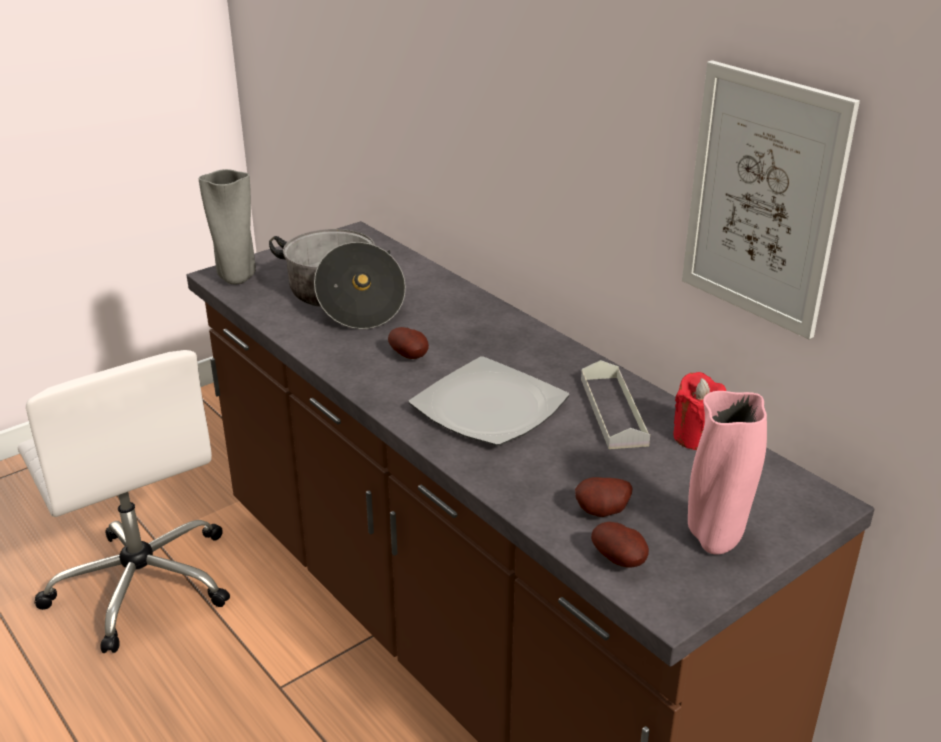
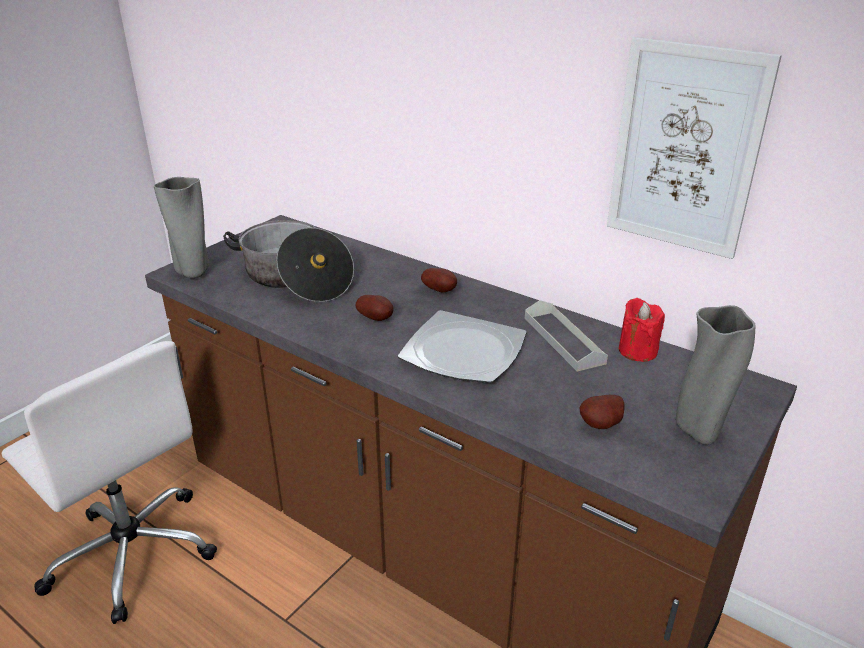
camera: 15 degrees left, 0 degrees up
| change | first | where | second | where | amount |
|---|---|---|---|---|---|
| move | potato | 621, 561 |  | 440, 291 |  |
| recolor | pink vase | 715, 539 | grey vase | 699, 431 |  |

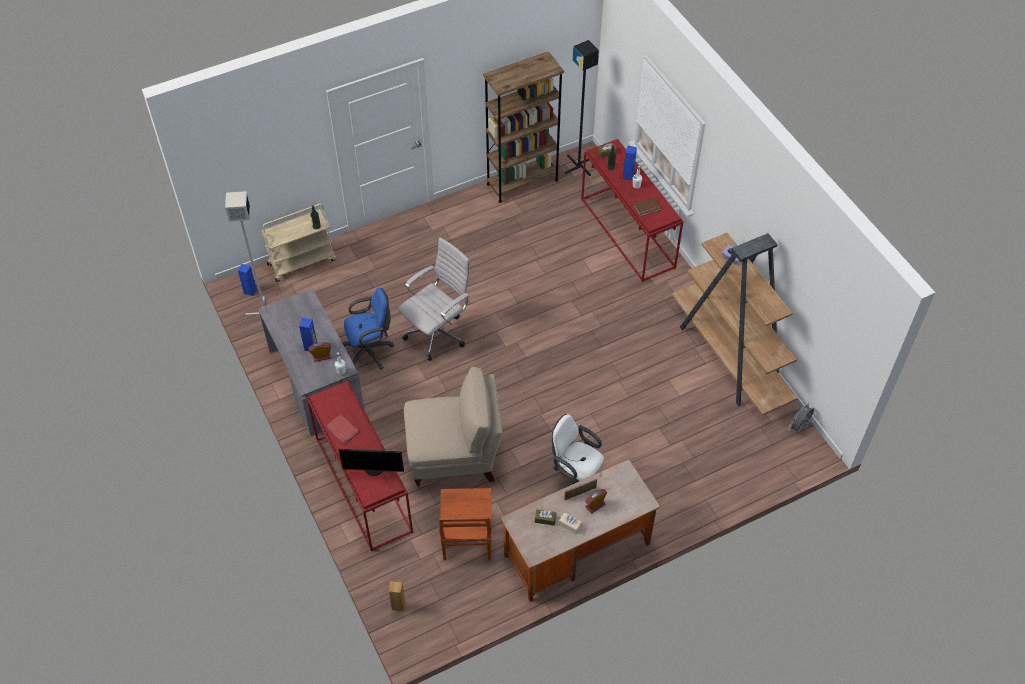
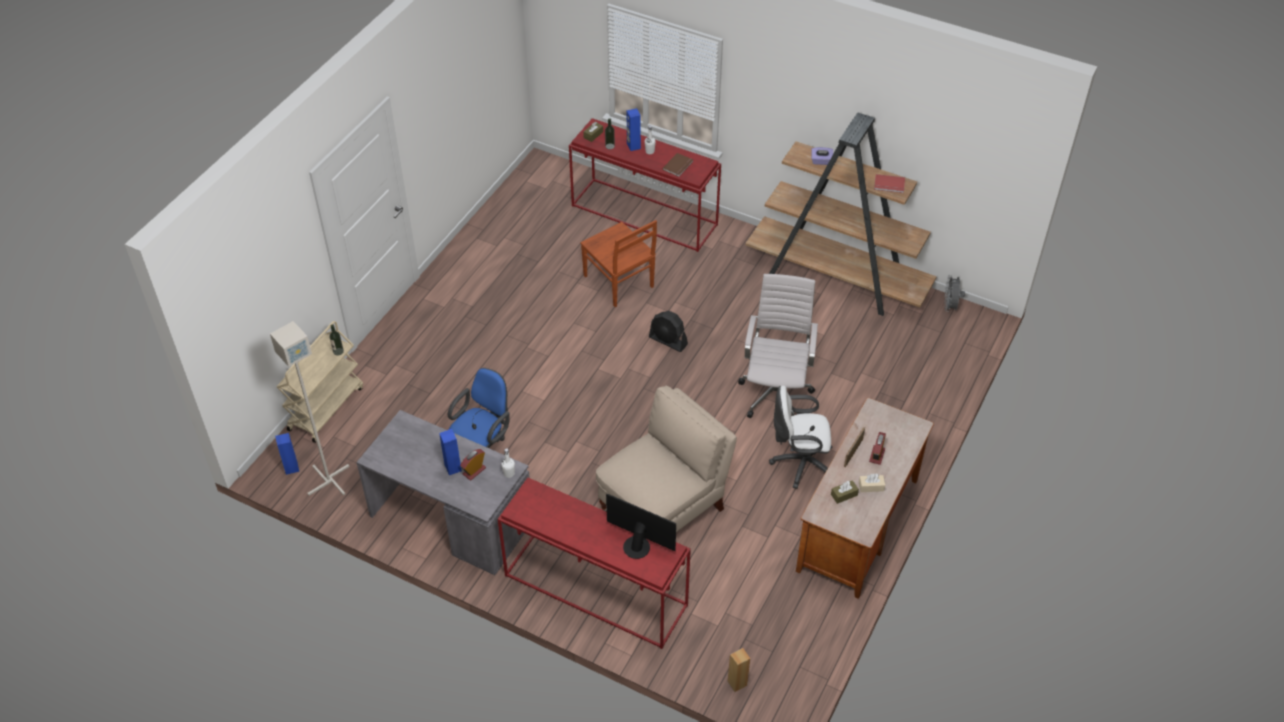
camera: 35 degrees left, 5 degrees down
| change | first | where | second | where | amount |
|---|---|---|---|---|---|
| delete | brown bookcase | 522, 182 |  |  |  |
| delete | black floor lamp | 579, 165 |  |  |  |
| insert |  |  | black fan | 668, 341 |  |
| move | red book | 341, 430 |  | 889, 185 |  |
| move | white office chair | 438, 333 |  | 775, 393 |  |
| move | brown chair | 466, 537 |  | 619, 282 |  |
| rotate | monitor | 374, 468 |  | 638, 545 | 120 degrees counterclockwise |

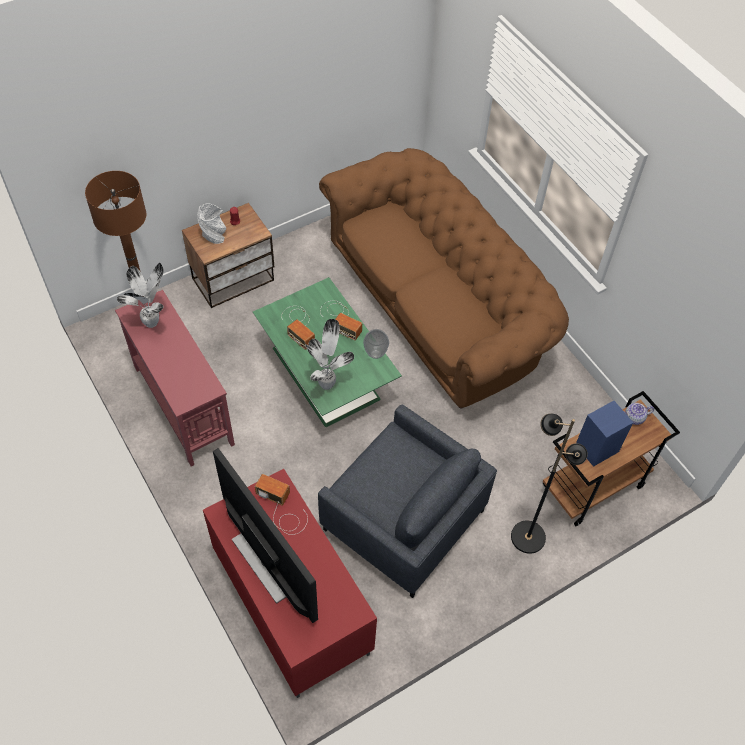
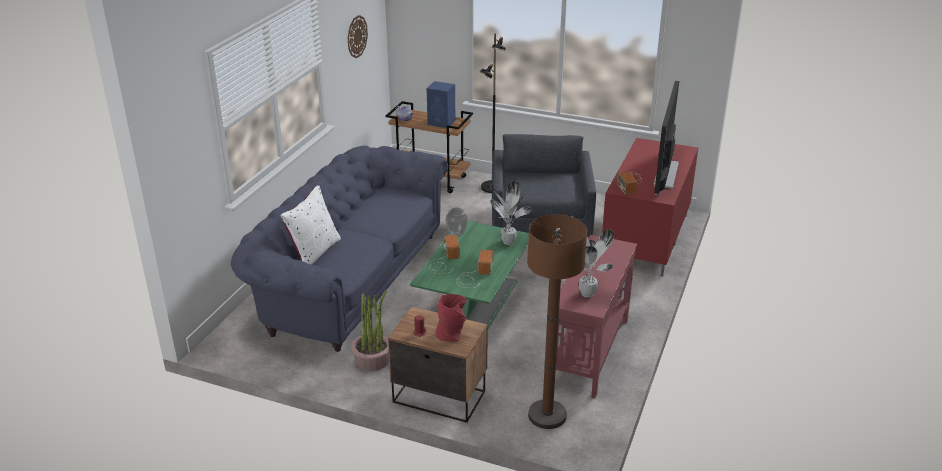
camera: 125 degrees left, 25 degrees down
| change | first | where | second | where | amount |
|---|---|---|---|---|---|
| insert |  |  | white pillow | 314, 252 |  |
| insert |  |  | wall clock | 356, 36 |  |
| insert |  |  | potted plant | 372, 360 |  |
| recolor | grey vase | 214, 236 | red vase | 451, 334 |  |
| recolor | brown sofa | 438, 306 | blue sofa | 348, 280 |  |

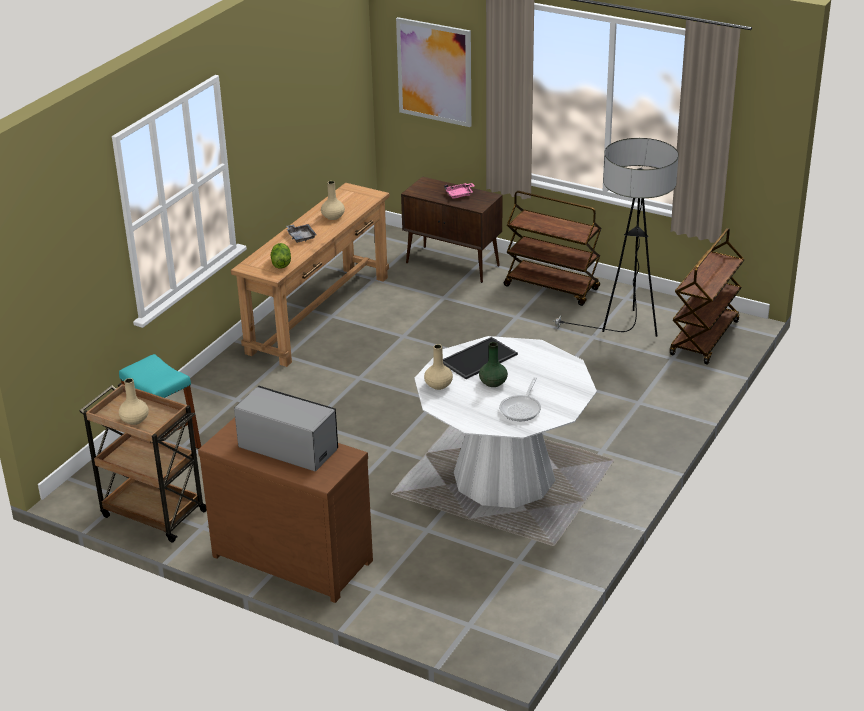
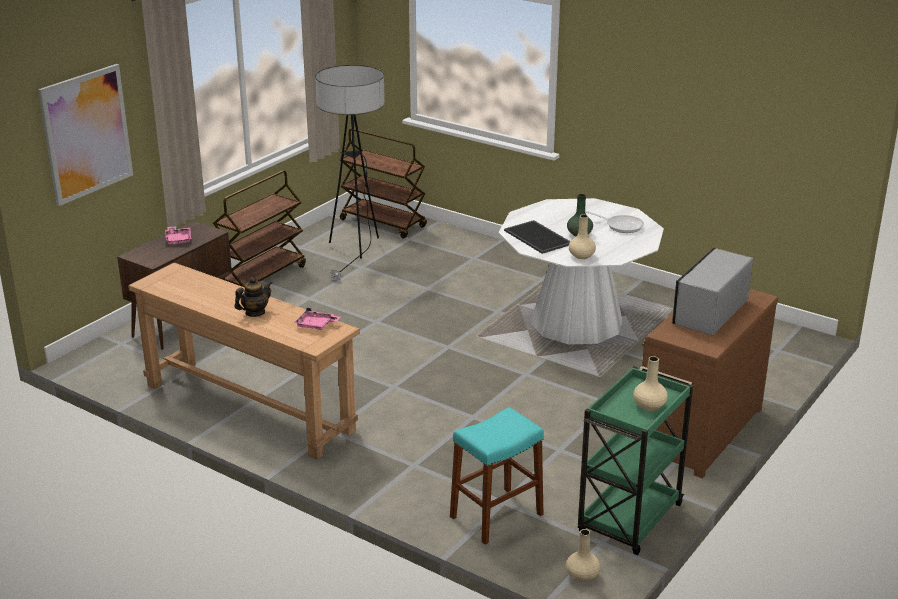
camera: 85 degrees left, 5 degrees down
| change | first | where | second | where | amount |
|---|---|---|---|---|---|
| move | beige vase | 333, 217 |  | 582, 575 |  |
| replace | lettuce | 281, 264 | pink tray | 316, 325 |  |
| replace | grey tray | 301, 237 | teapot | 255, 313 |  |
| recolor | brown cart | 152, 513 | green cart | 629, 520 |  |

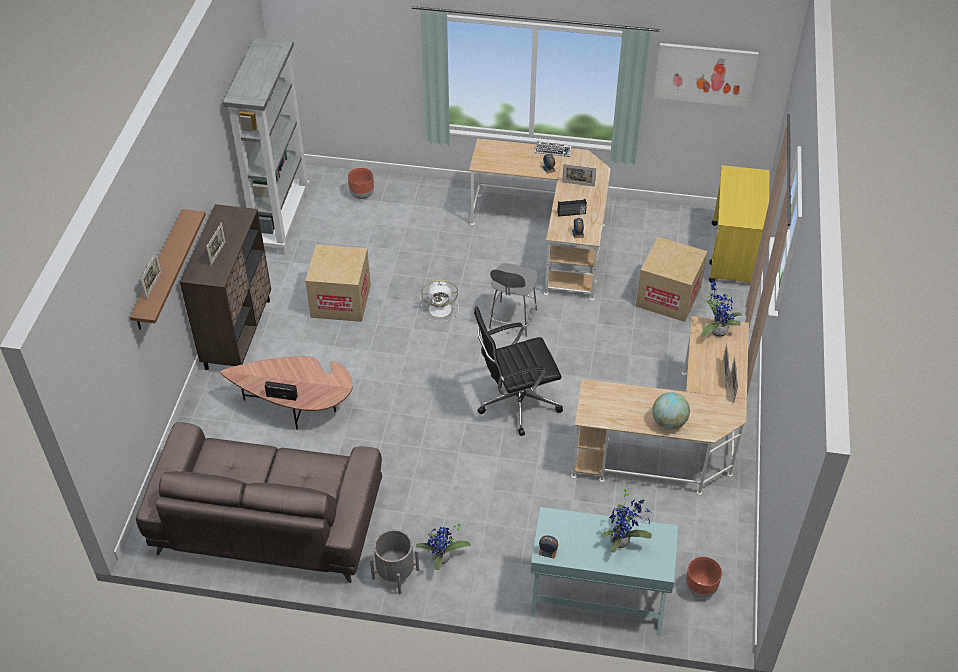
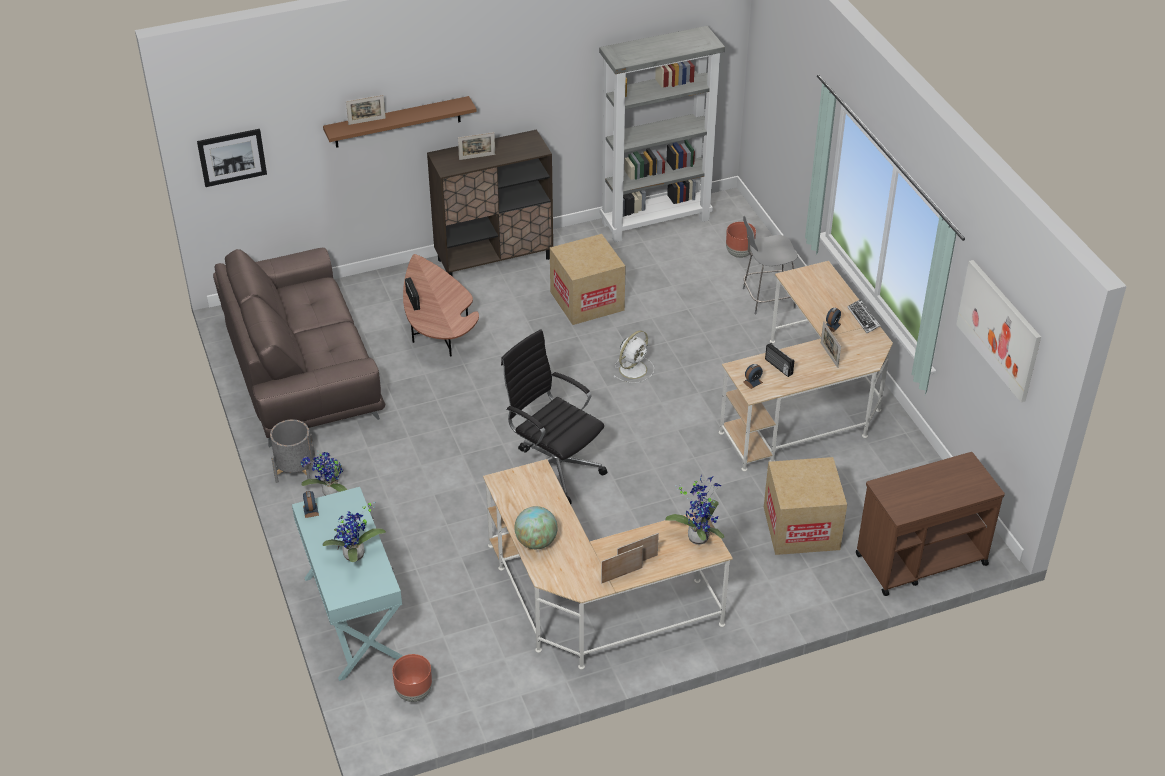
camera: 60 degrees right, 5 degrees down
| change | first | where | second | where | amount |
|---|---|---|---|---|---|
| insert |  |  | picture | 232, 157 |  |
| move | grey stool | 512, 320 |  | 766, 298 |  |
| recolor | yellow cart | 733, 255 | brown cart | 920, 559 |  |
| rotate | white fan | 441, 309 |  | 634, 369 | 105 degrees counterclockwise |

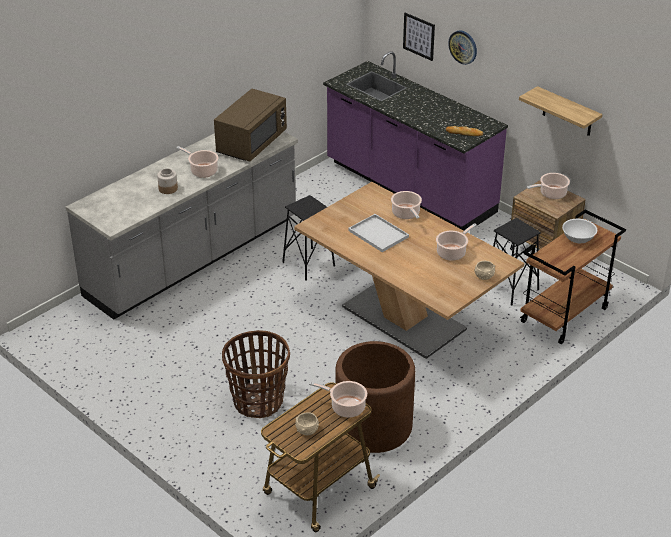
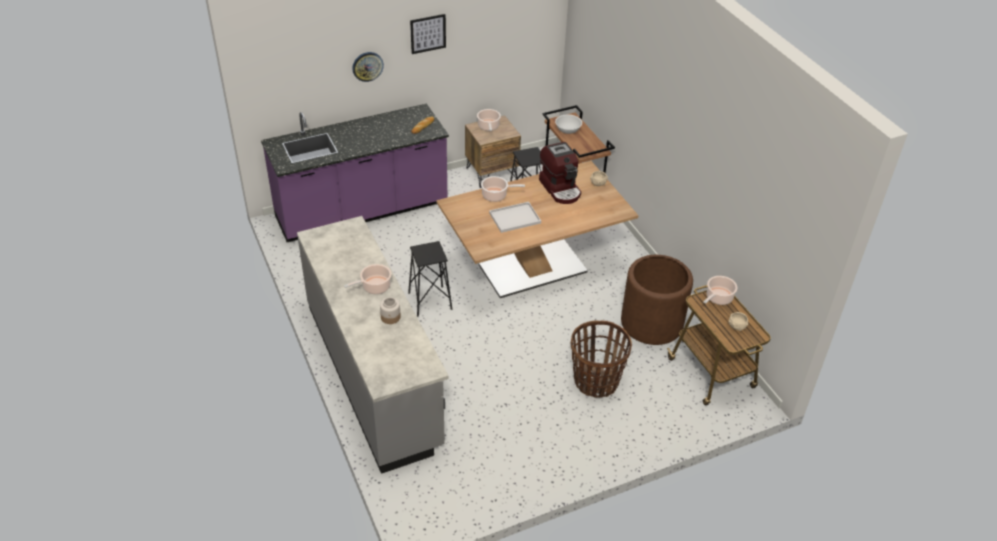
camera: 70 degrees left, 5 degrees up
| change | first | where | second | where | amount |
|---|---|---|---|---|---|
| delete | brown microwave | 251, 143 |  |  |  |
| delete | shelf | 567, 112 |  |  |  |
| move | picture | 419, 36 |  | 428, 33 |  |
| replace | cooking pot | 452, 252 | coffee machine | 561, 188 |  |

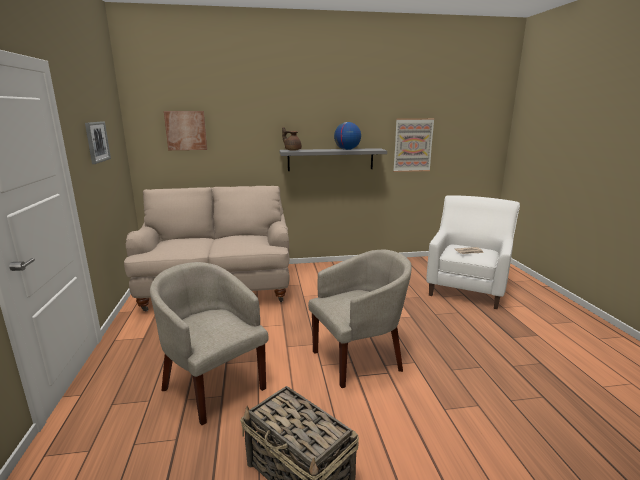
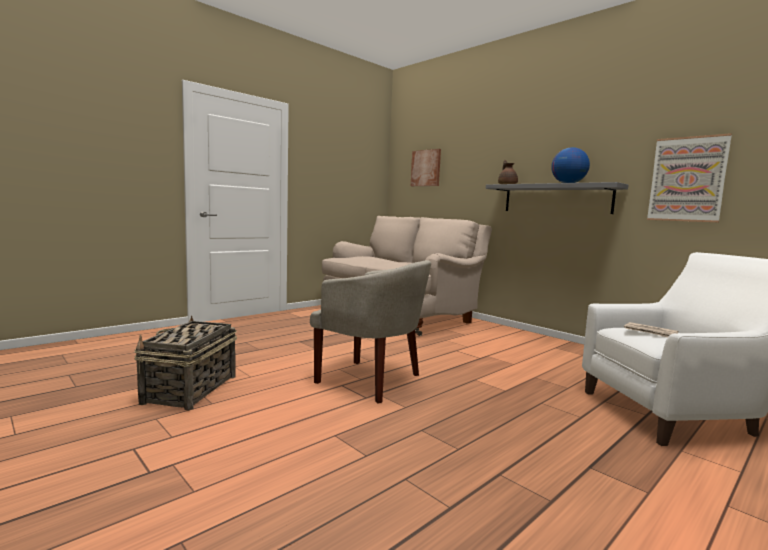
camera: 55 degrees right, 10 degrees down
| change | first | where | second | where | amount |
|---|---|---|---|---|---|
| delete | picture | 97, 142 |  |  |  |
| delete | beige armchair | 213, 385 |  |  |  |

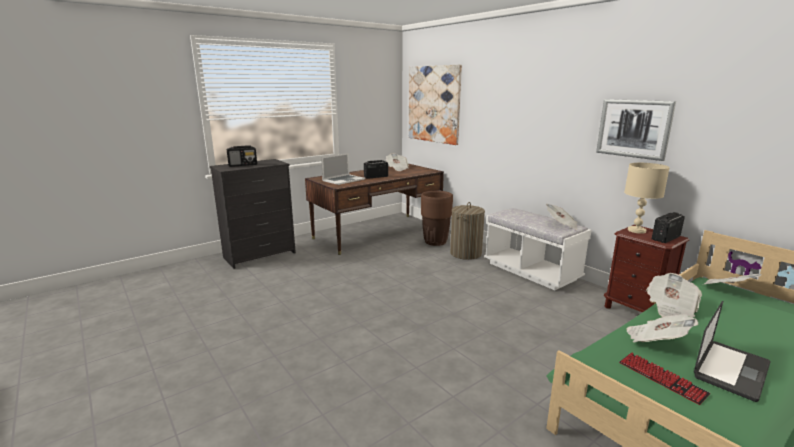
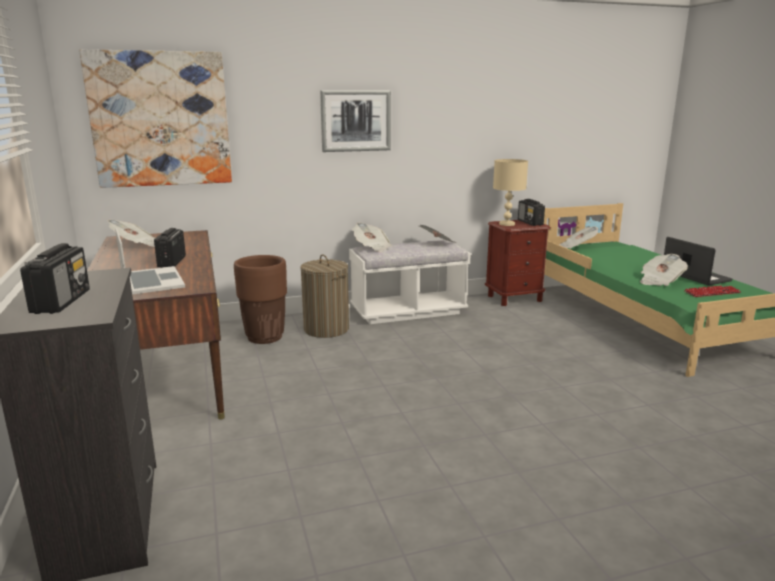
camera: 70 degrees left, 0 degrees up
| change | first | where | second | where | amount |
|---|---|---|---|---|---|
| move | picture | 633, 128 |  | 356, 121 |  |
| move | newspaper | 670, 308 |  | 371, 248 |  |

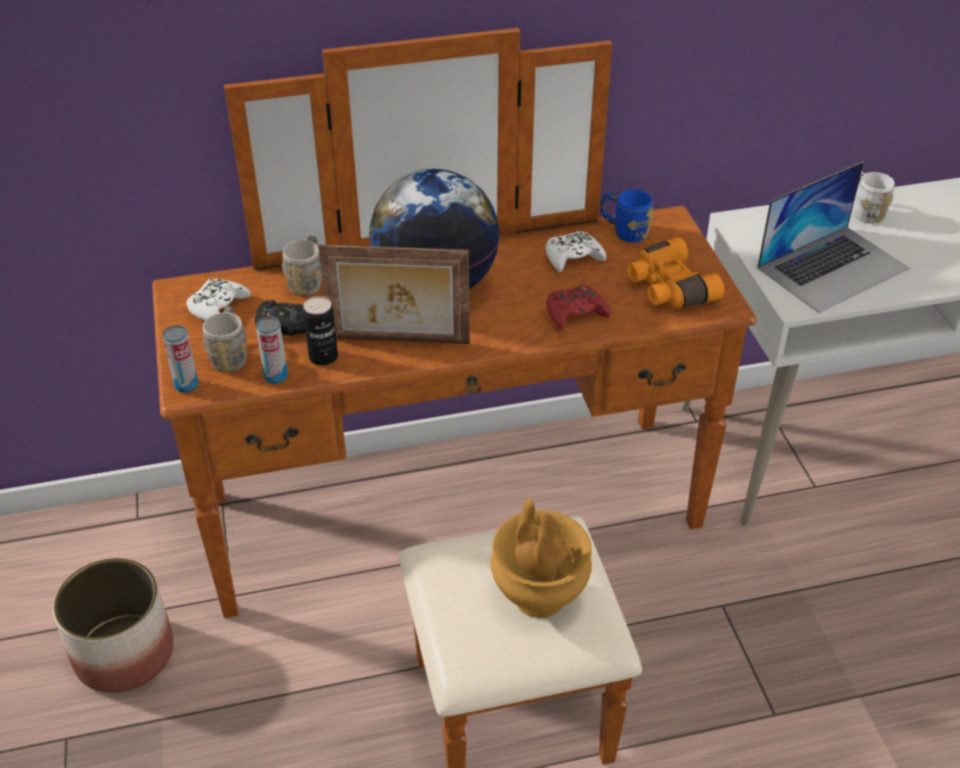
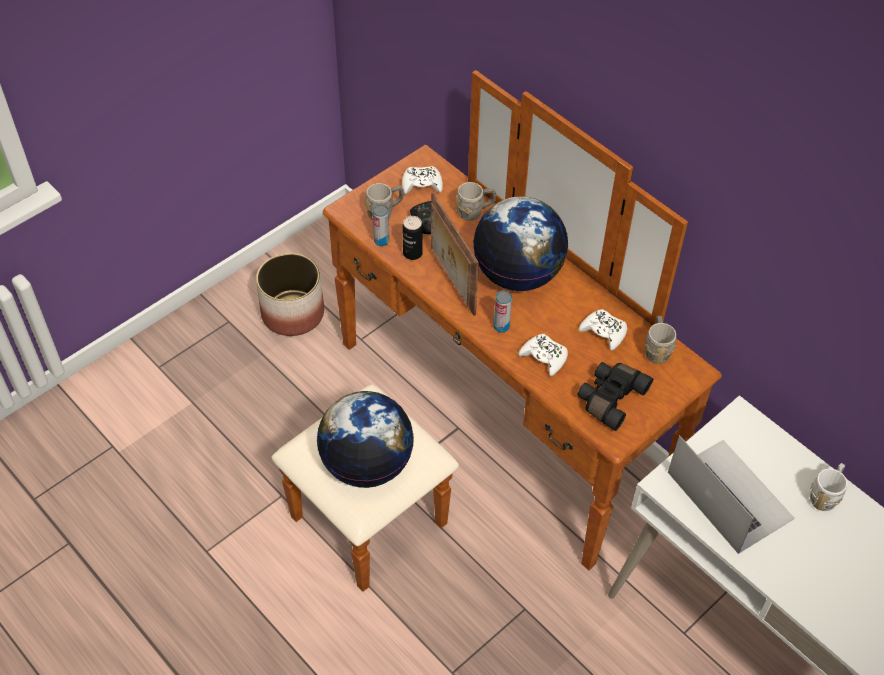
camera: 60 degrees right, 10 degrees up
| change | first | where | second | where | amount |
|---|---|---|---|---|---|
| move | can | 186, 385 |  | 501, 326 |  |
| replace | brown vase | 537, 597 | globe | 367, 464 |  |
| recolor | red game controller | 575, 313 | white game controller | 544, 357 |  |
| recolor | blue mug | 624, 232 | grey mug | 656, 349 |  |
| recolor | orange binoculars | 668, 288 | black binoculars | 610, 398 |  |
| rotate | laptop | 833, 268 |  | 729, 495 | 150 degrees counterclockwise |

